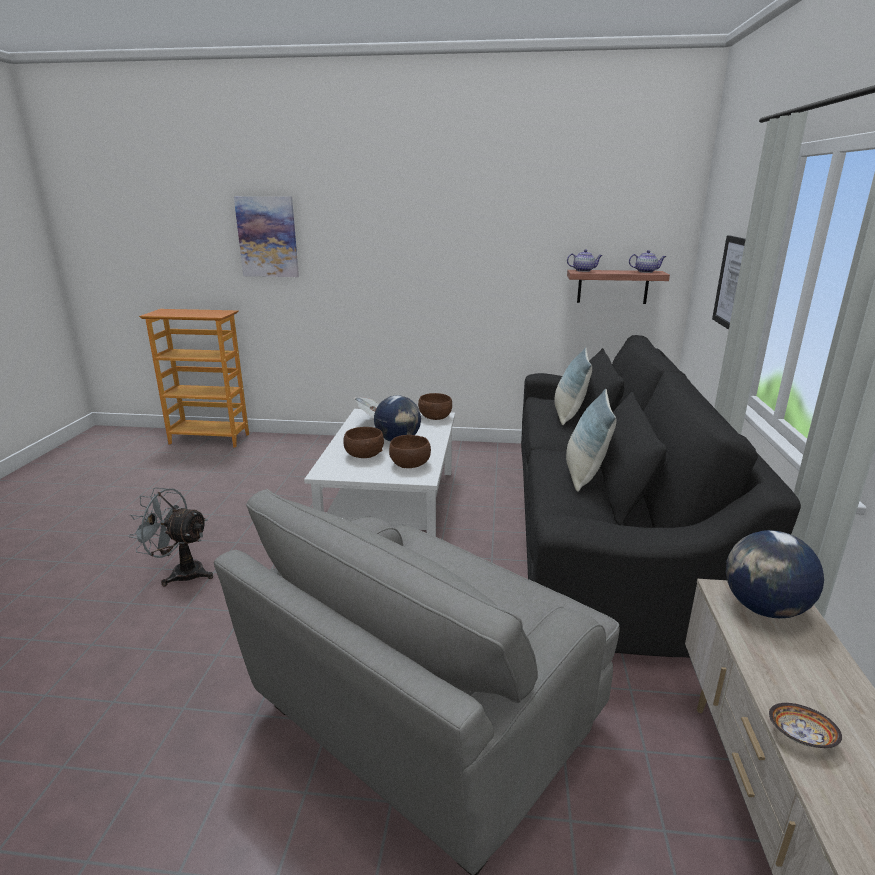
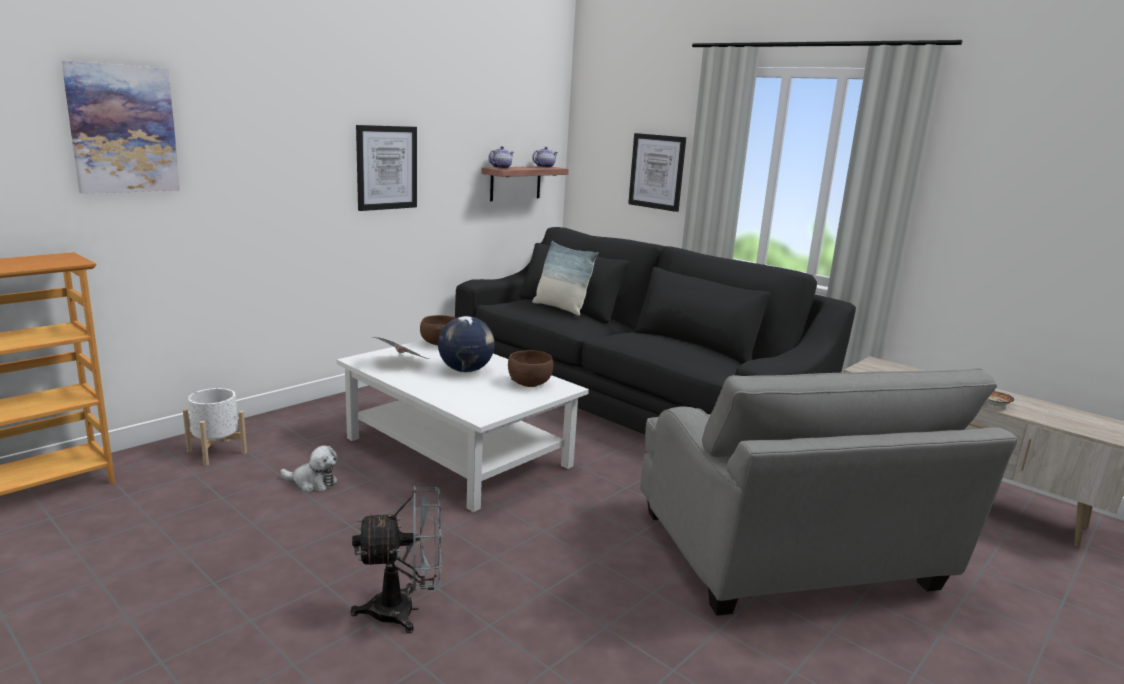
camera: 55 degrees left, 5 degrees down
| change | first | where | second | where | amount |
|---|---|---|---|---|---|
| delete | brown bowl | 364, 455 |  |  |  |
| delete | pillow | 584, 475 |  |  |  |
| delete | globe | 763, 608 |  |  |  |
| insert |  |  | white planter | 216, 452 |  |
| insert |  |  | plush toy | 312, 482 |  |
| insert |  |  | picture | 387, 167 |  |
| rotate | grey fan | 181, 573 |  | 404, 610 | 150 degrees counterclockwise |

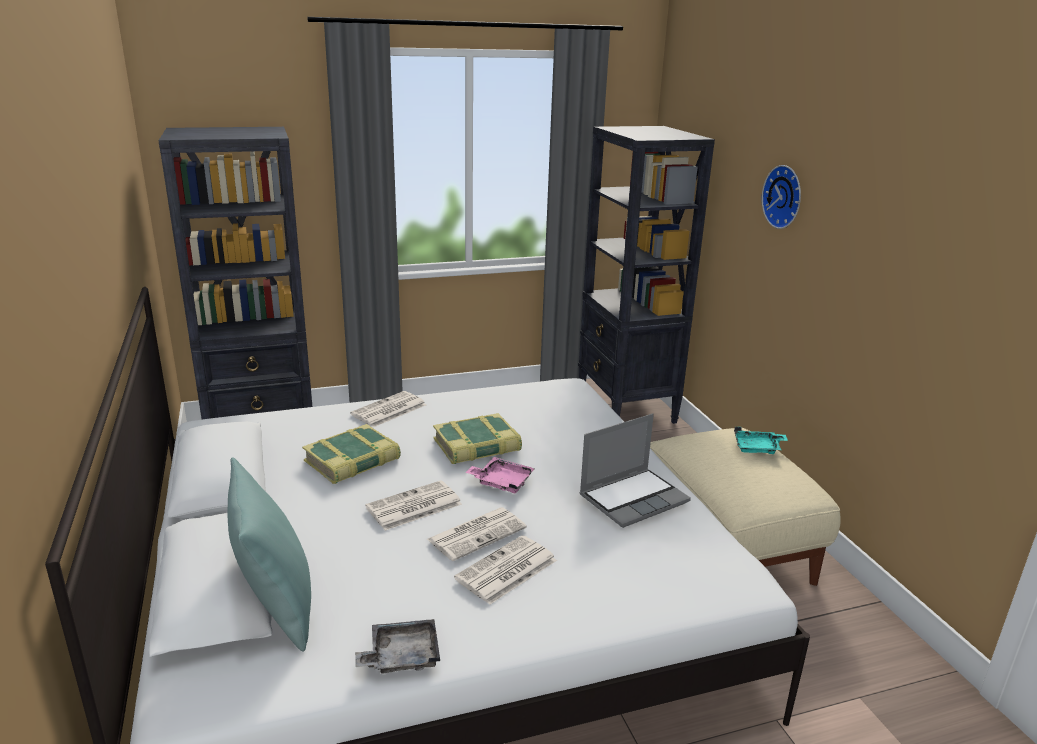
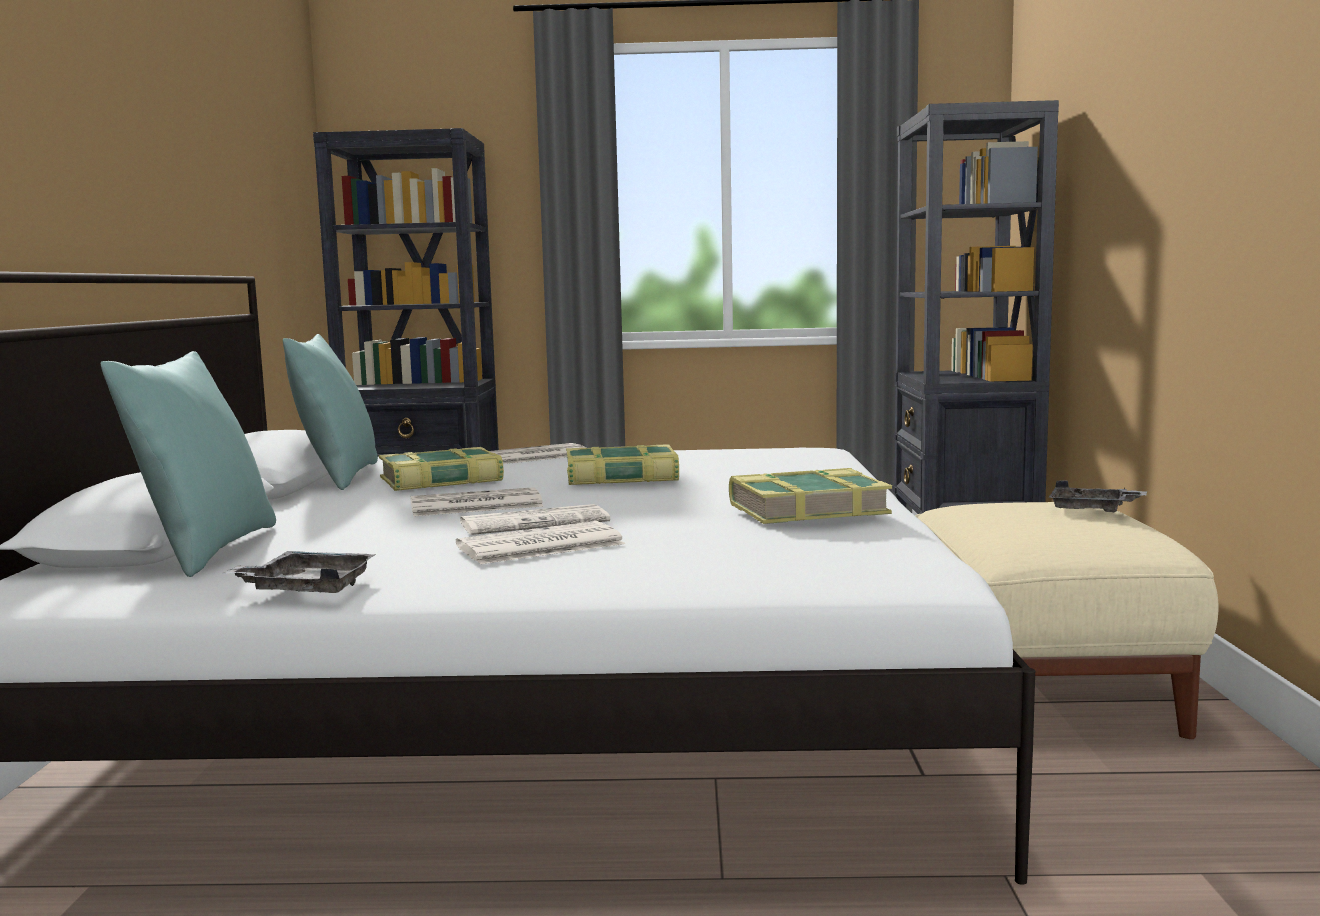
camera: 20 degrees right, 15 degrees down
| change | first | where | second | where | amount |
|---|---|---|---|---|---|
| delete | pink tray | 501, 482 |  |  |  |
| delete | wall clock | 785, 196 |  |  |  |
| insert |  |  | turquoise pillow | 337, 477 |  |
| replace | laptop | 634, 498 | book | 807, 509 |  |
| recolor | turquoise tray | 758, 448 | grey tray | 1092, 510 |  |

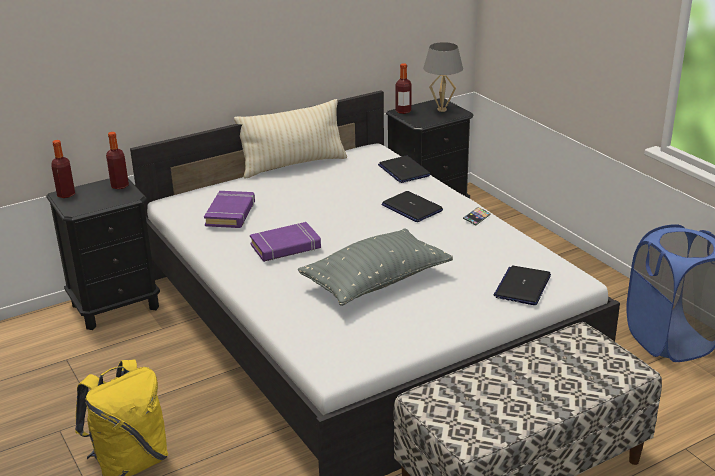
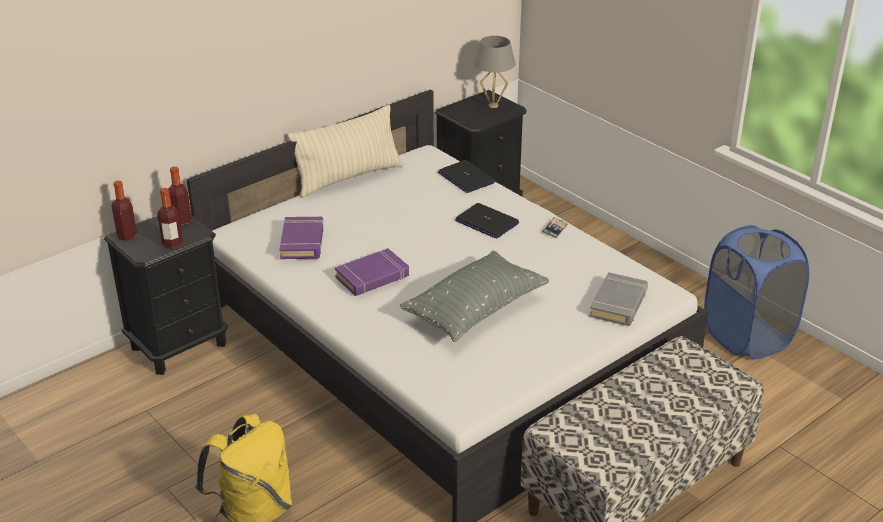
camera: 10 degrees left, 5 degrees up
| change | first | where | second | where | amount |
|---|---|---|---|---|---|
| move | bottle | 403, 111 |  | 172, 244 |  |
| replace | laptop | 522, 286 | grey book | 618, 304 |  |

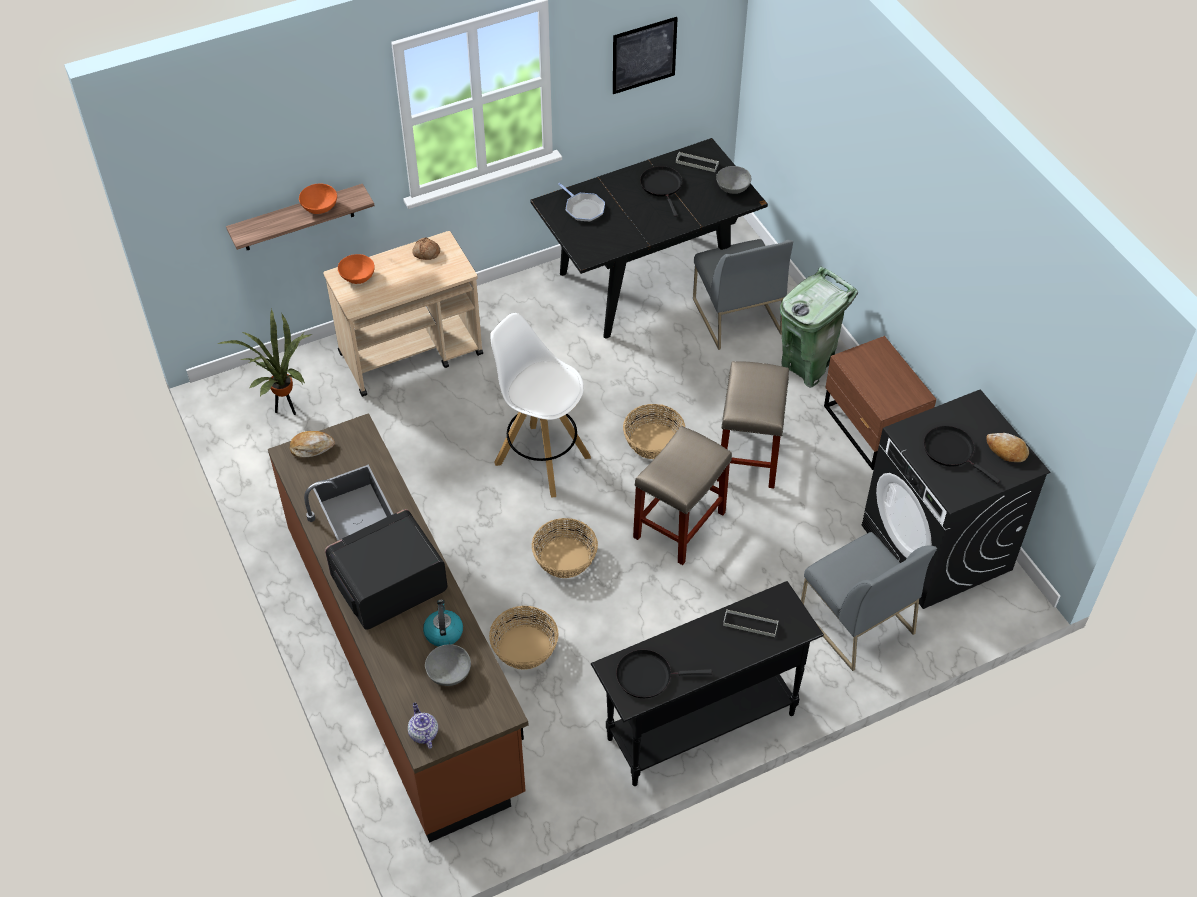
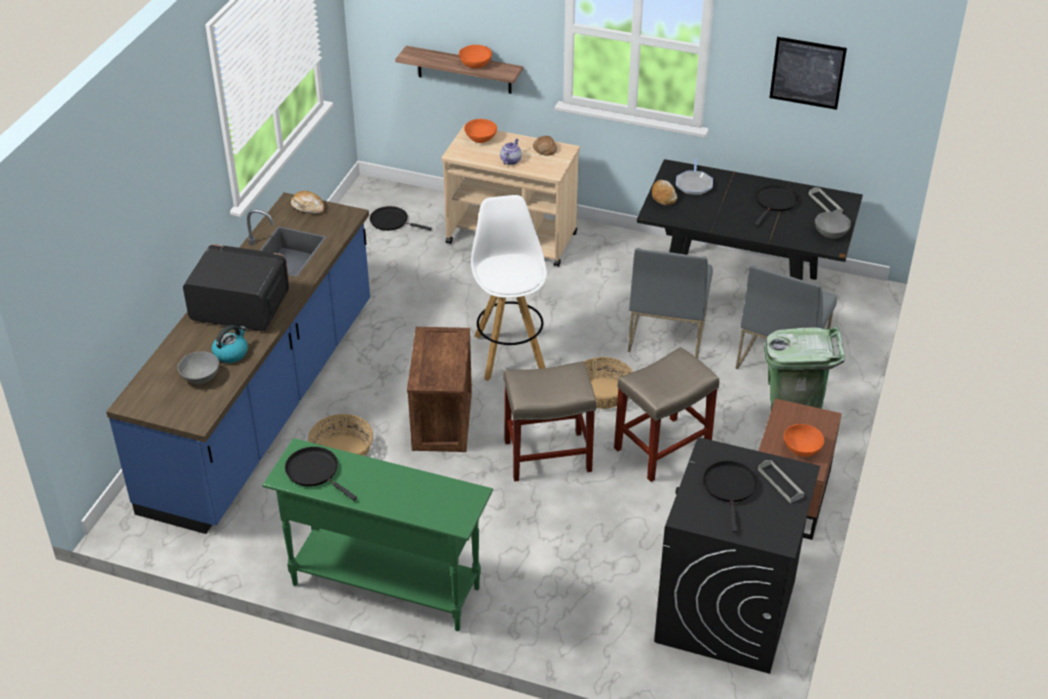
camera: 45 degrees right, 10 degrees down
| change | first | where | second | where | amount |
|---|---|---|---|---|---|
| insert |  |  | orange bowl | 802, 449 |  |
| move | teapot | 423, 733 |  | 510, 160 |  |
| move | grey tray | 750, 624 |  | 780, 483 |  |
| move | grey chair | 855, 621 |  | 666, 332 |  |
| move | bread | 1006, 450 |  | 663, 196 |  |
| replace | potted plant | 285, 408 | black frying pan | 392, 221 |  |
| replace | basket | 564, 558 | crate | 441, 420 |  |
| recolor | brown counter | 404, 659 | blue counter | 264, 404 |  |
| recolor | black console table | 700, 726 | green console table | 385, 585 |  |

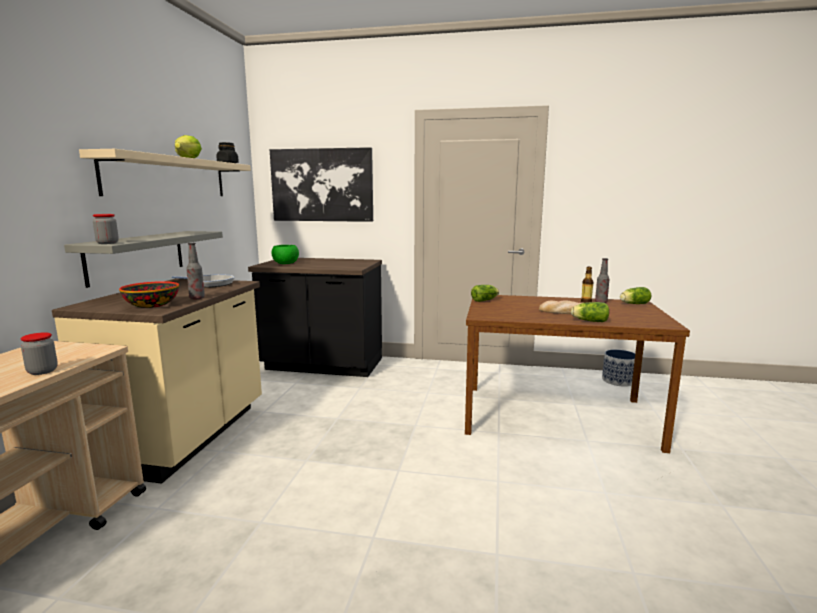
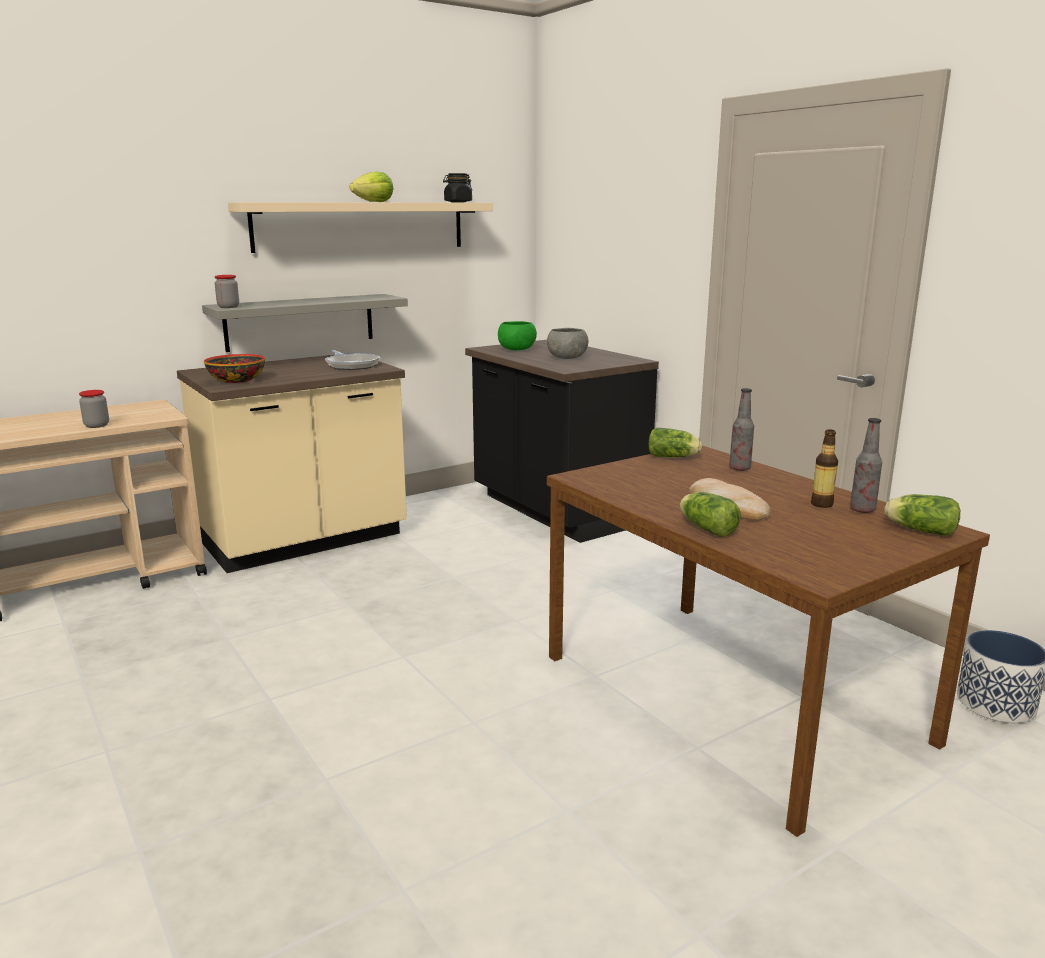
camera: 45 degrees right, 5 degrees up
| change | first | where | second | where | amount |
|---|---|---|---|---|---|
| delete | picture | 322, 185 |  |  |  |
| insert |  |  | grey bowl | 567, 358 |  |
| move | bottle | 197, 298 |  | 739, 468 |  |

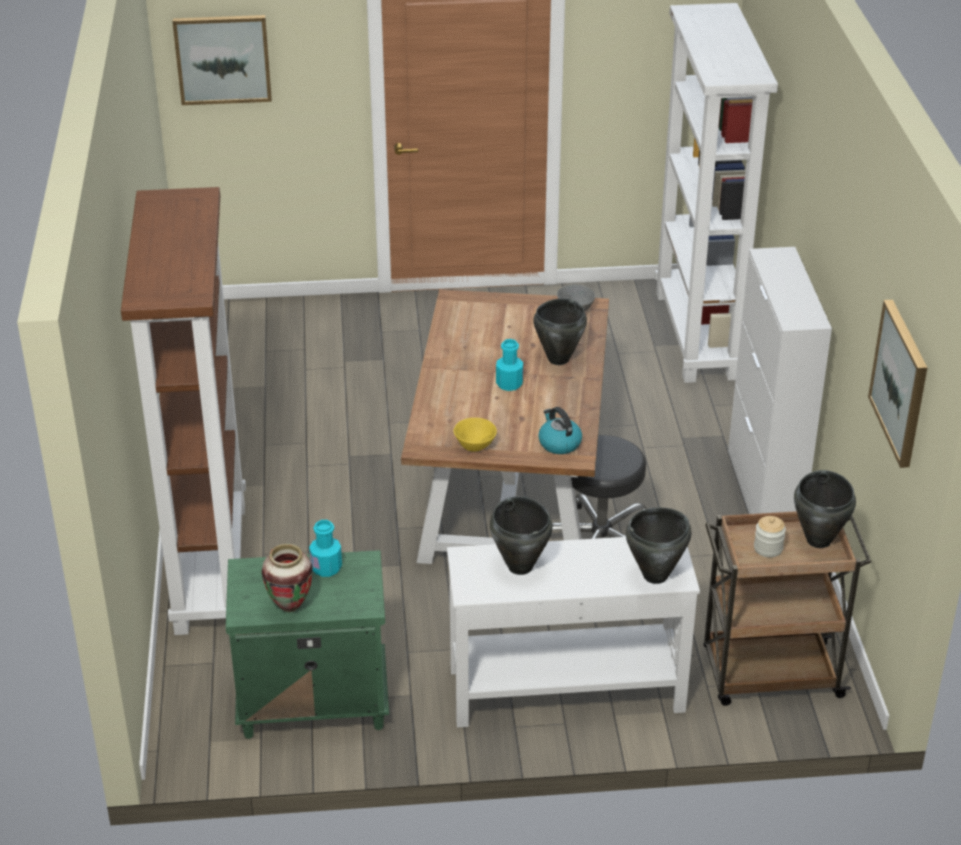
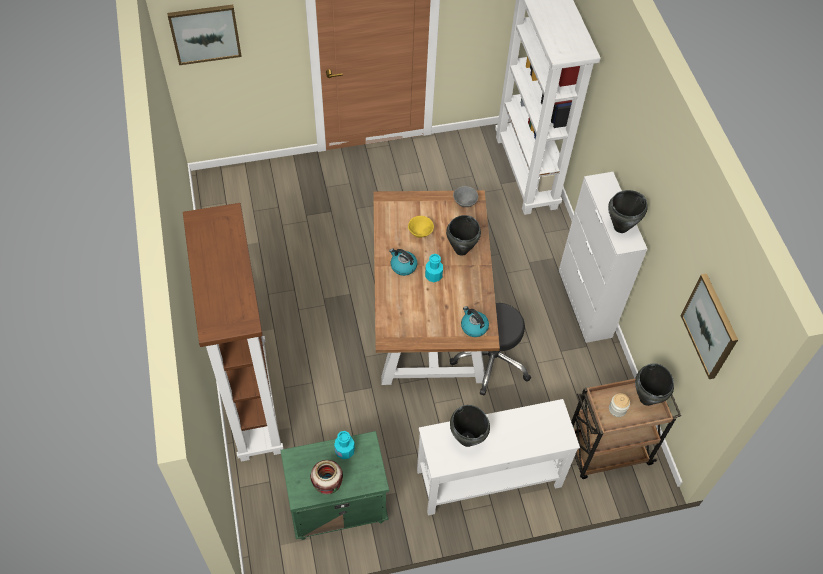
camera: 10 degrees left, 20 degrees up
| change | first | where | second | where | amount |
|---|---|---|---|---|---|
| insert |  |  | kettle | 403, 266 |  |
| move | yellow bowl | 475, 446 |  | 420, 233 |  |
| move | black cooking pot | 656, 576 |  | 621, 227 |  |

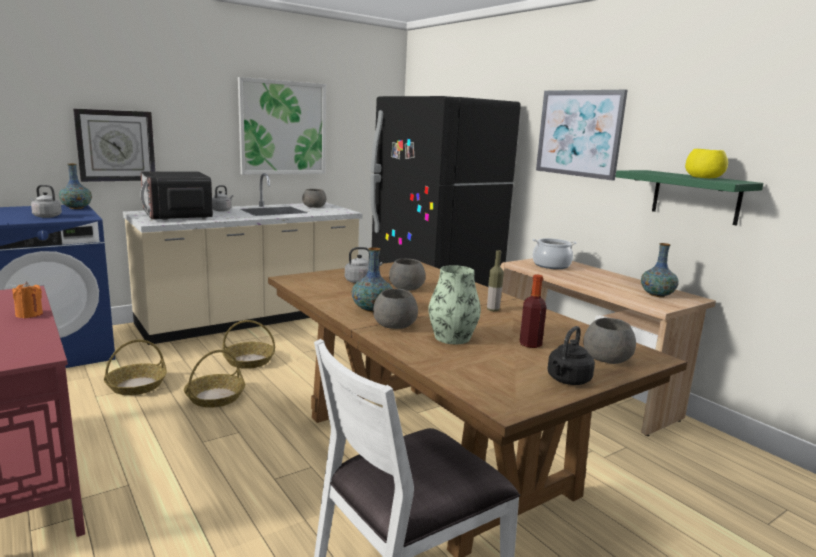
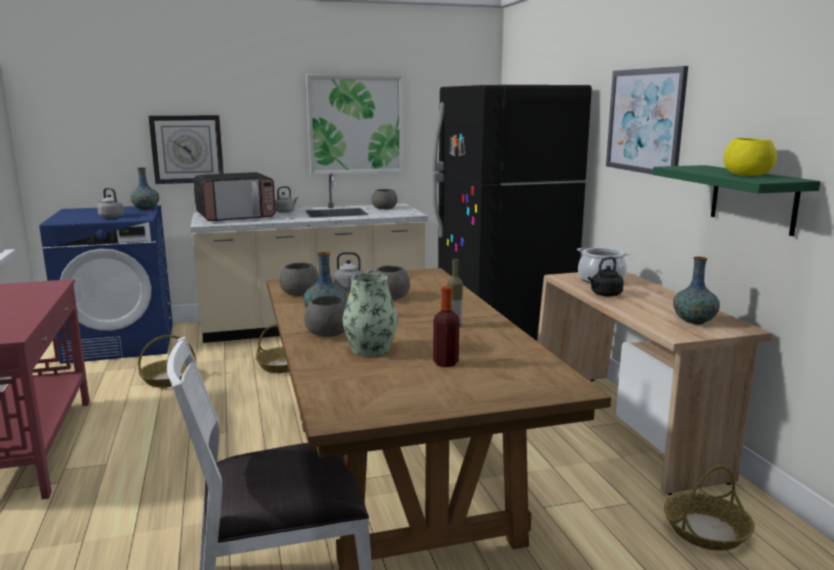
camera: 20 degrees right, 0 degrees up
| change | first | where | second | where | amount |
|---|---|---|---|---|---|
| delete | orange candle | 29, 314 |  |  |  |
| move | basket | 215, 397 |  | 706, 531 |  |
| move | black kettle | 567, 380 |  | 604, 294 |  |
| move | grey bowl | 607, 358 |  | 300, 293 |  |
| rotate | microwave | 177, 215 |  | 236, 216 | 105 degrees counterclockwise |

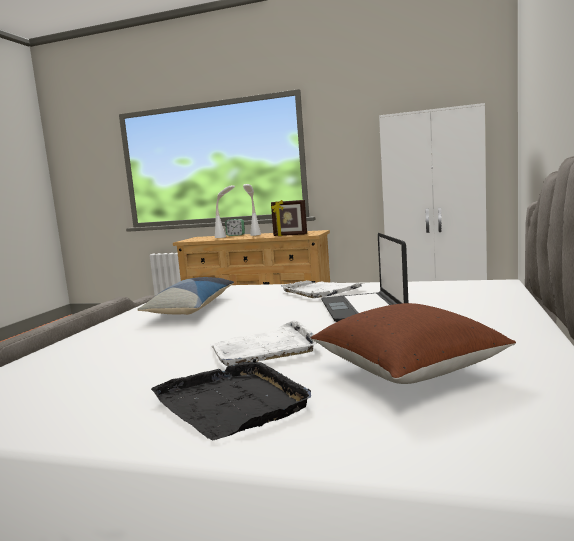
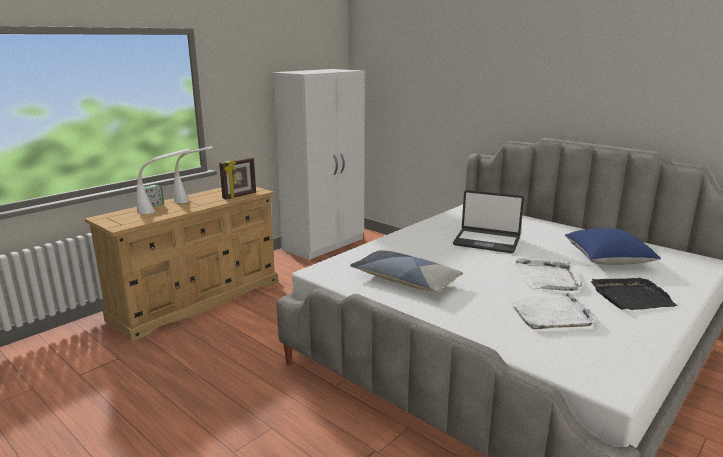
camera: 65 degrees left, 10 degrees up
| change | first | where | second | where | amount |
|---|---|---|---|---|---|
| move | white tray | 320, 291 |  | 552, 314 |  |
| recolor | brown pillow | 407, 370 | blue pillow | 607, 260 |  |

